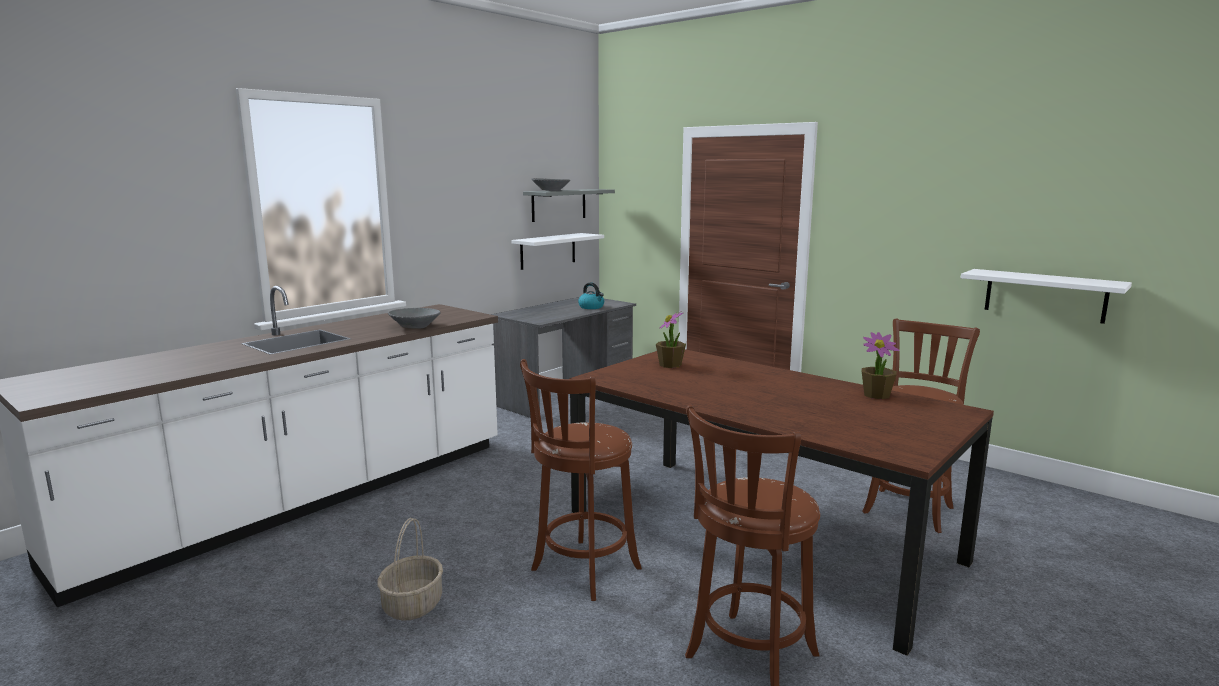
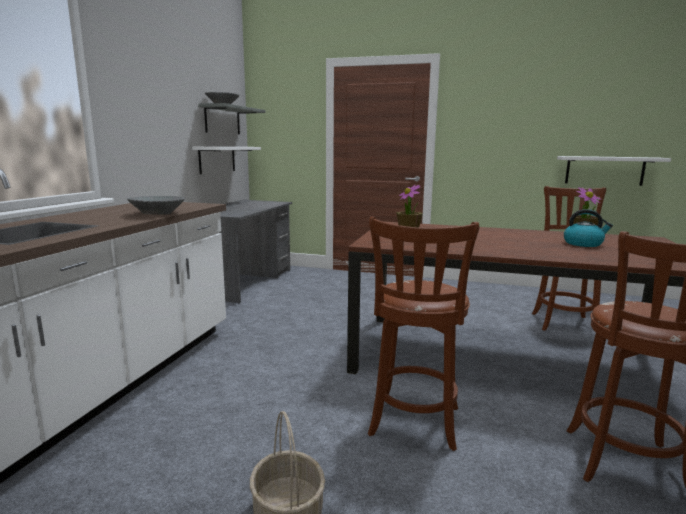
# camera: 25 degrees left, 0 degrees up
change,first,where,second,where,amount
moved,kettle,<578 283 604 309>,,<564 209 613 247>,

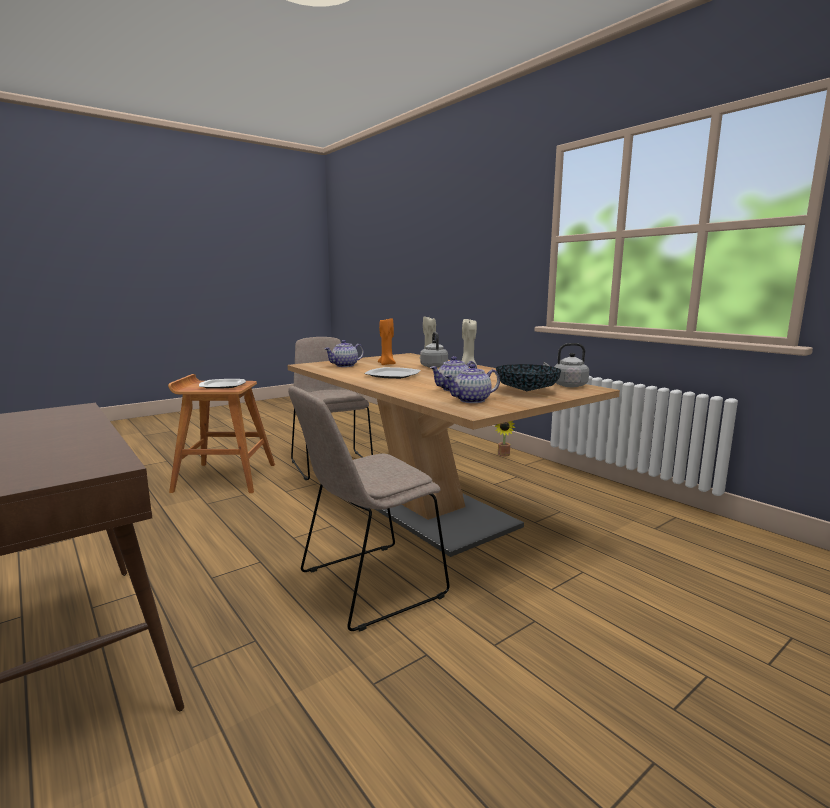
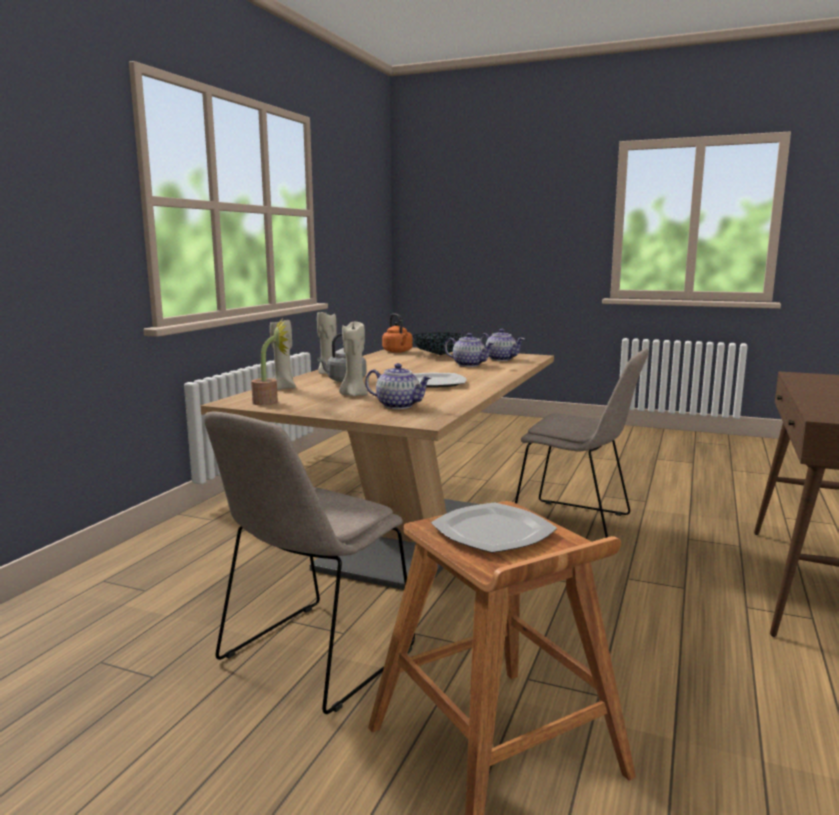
# camera: 120 degrees left, 0 degrees up
change,first,where,second,where,amount
moved,potted plant,<494 421 515 456>,,<251 320 288 405>,
recoloured,orange candle,<378 318 396 365>,beige candle,<339 322 368 396>,
recoloured,grey kettle,<543 343 589 387>,orange kettle,<382 313 413 353>,

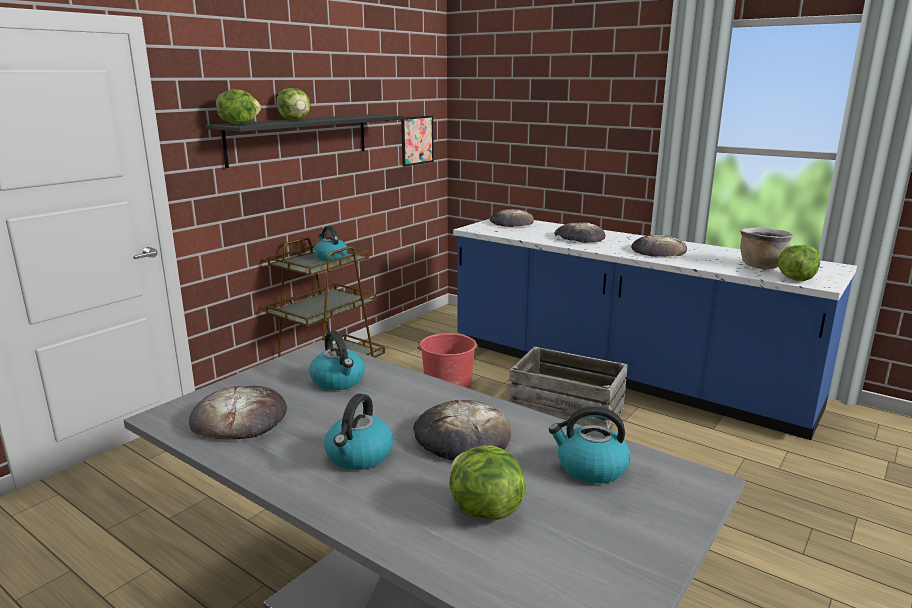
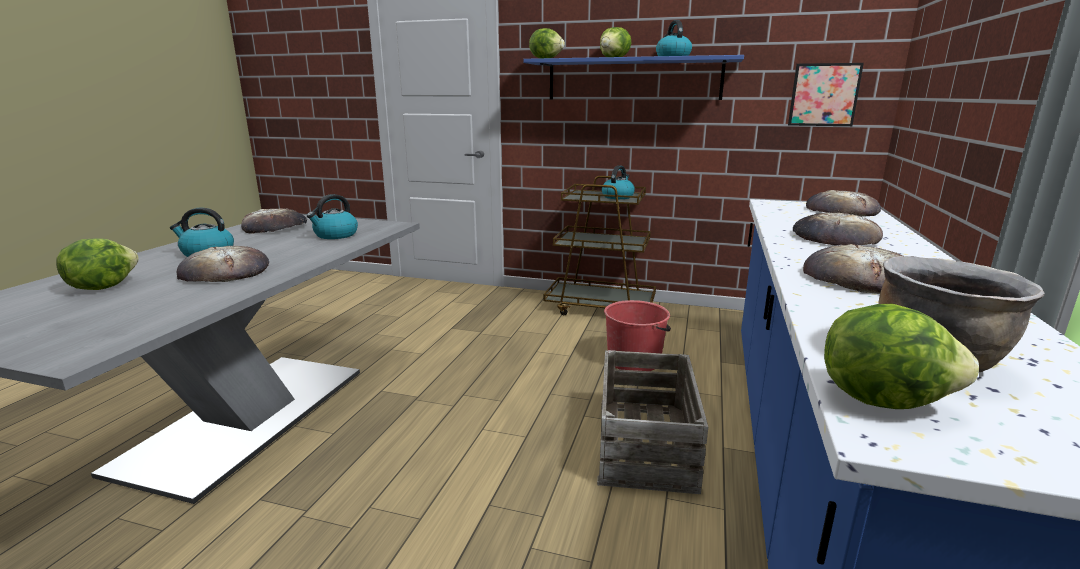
# camera: 70 degrees right, 0 degrees up
change,first,where,second,where,amount
moved,kettle,<549 406 630 484>,,<656 20 692 56>,
recoloured,black shelf,<206 114 404 168>,blue shelf,<523 55 744 100>,

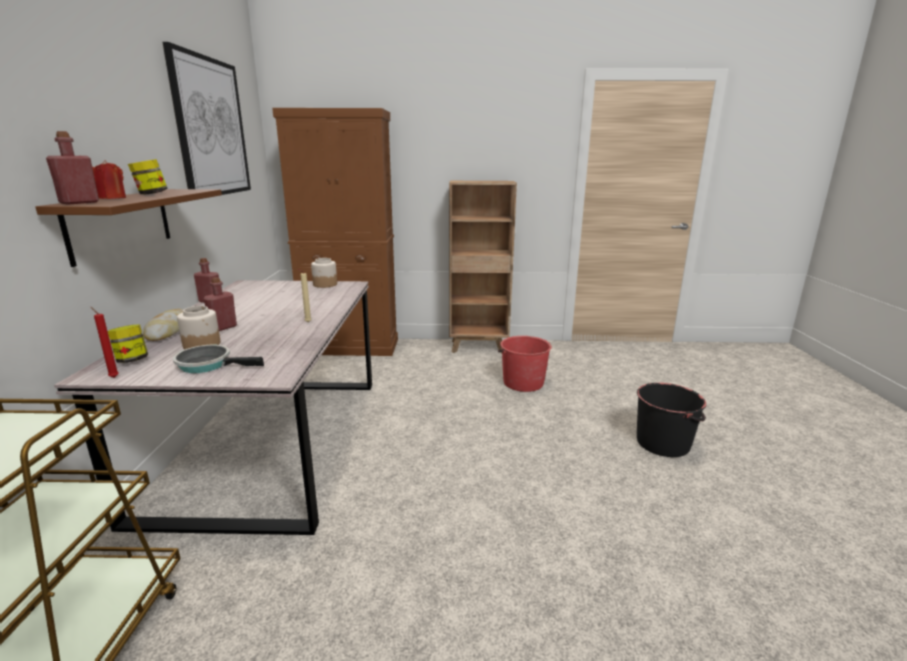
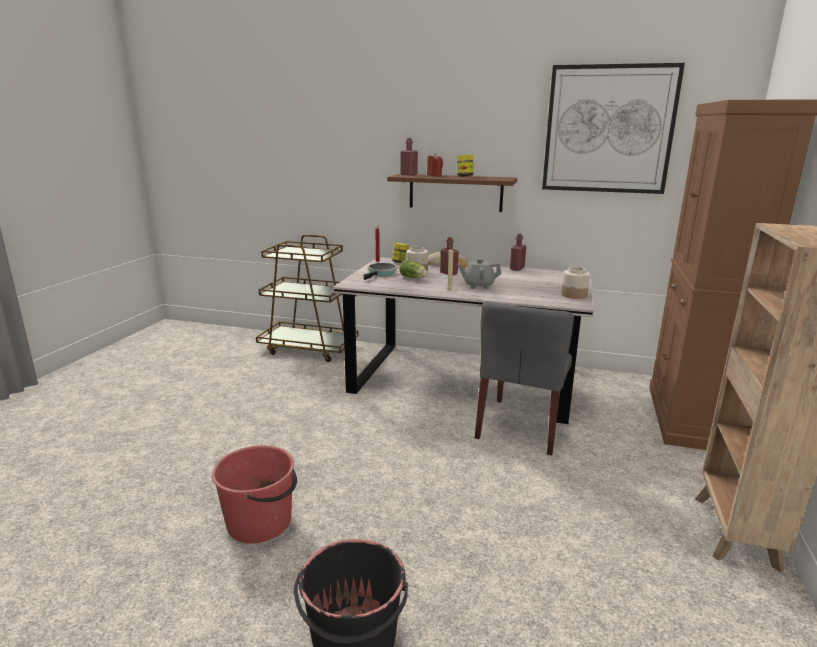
# camera: 105 degrees right, 0 degrees up
change,first,where,second,where,amount
added,,,lettuce,<399 260 427 278>,
added,,,grey teapot,<458 259 501 289>,
added,,,grey chair,<475 301 574 456>,
moved,red bucket,<498 336 552 392>,,<212 445 297 544>,

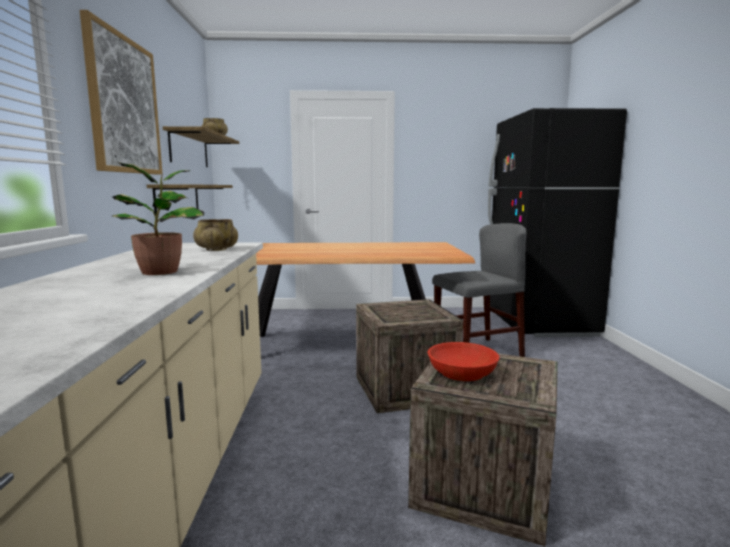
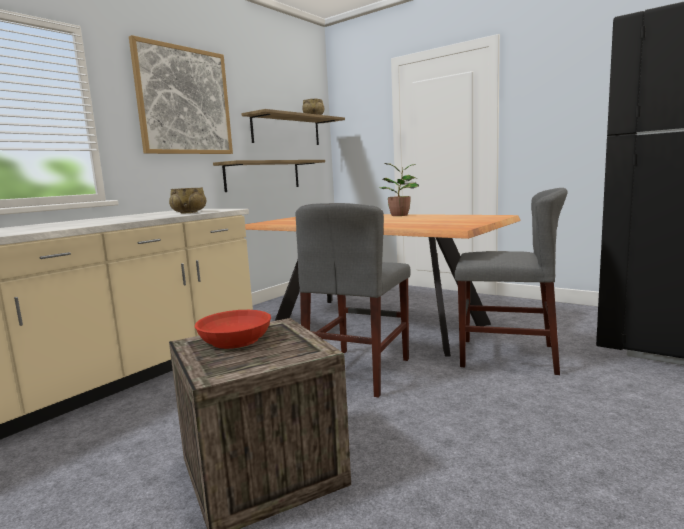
# camera: 40 degrees right, 0 degrees up
change,first,where,second,where,amount
moved,potted plant,<112 162 204 275>,,<379 163 419 216>,
replaced,crate,<356 299 463 413>,grey chair,<296 203 411 398>,

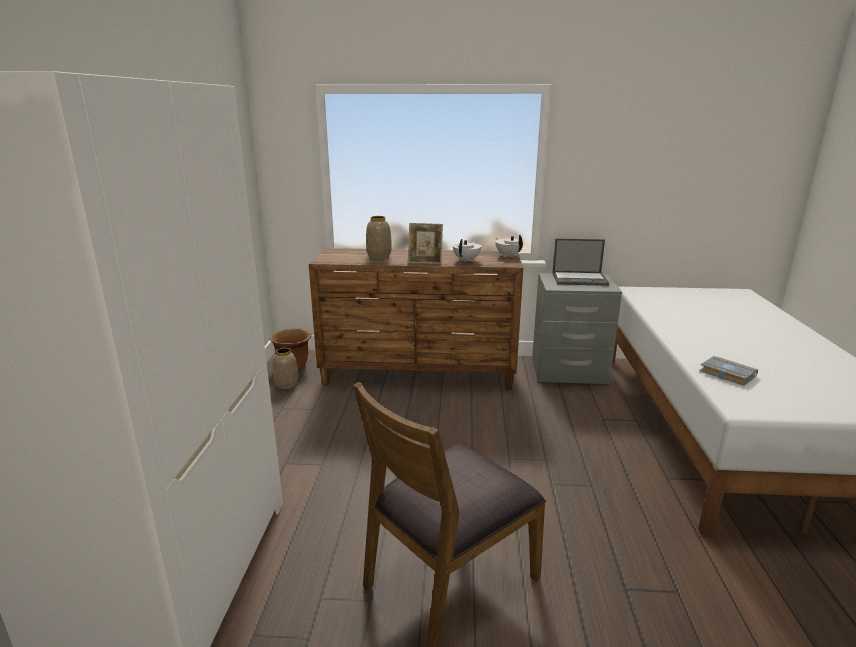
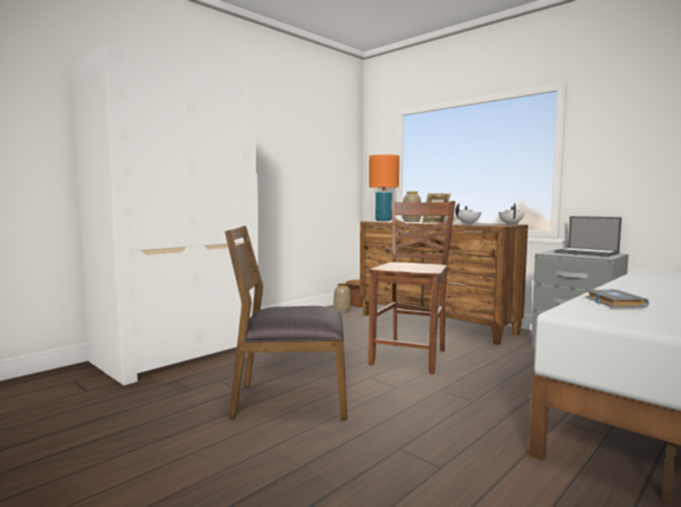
# camera: 40 degrees right, 15 degrees down
change,first,where,second,where,amount
added,,,brown chair,<368 201 455 374>,
added,,,orange table lamp,<369 155 399 221>,

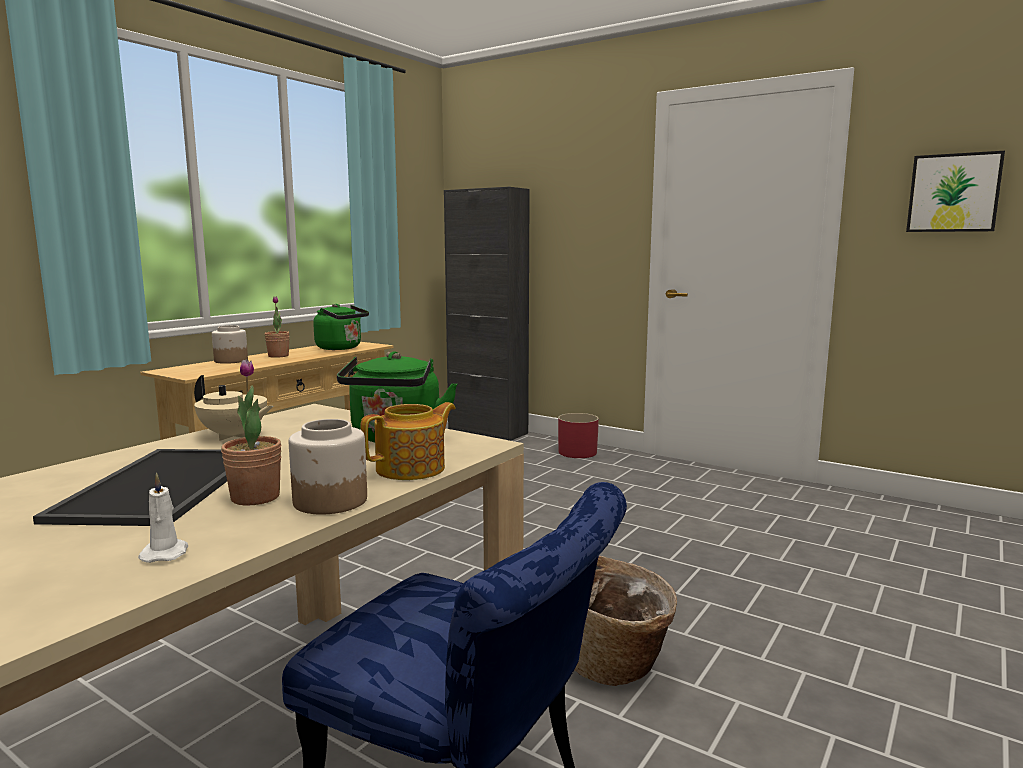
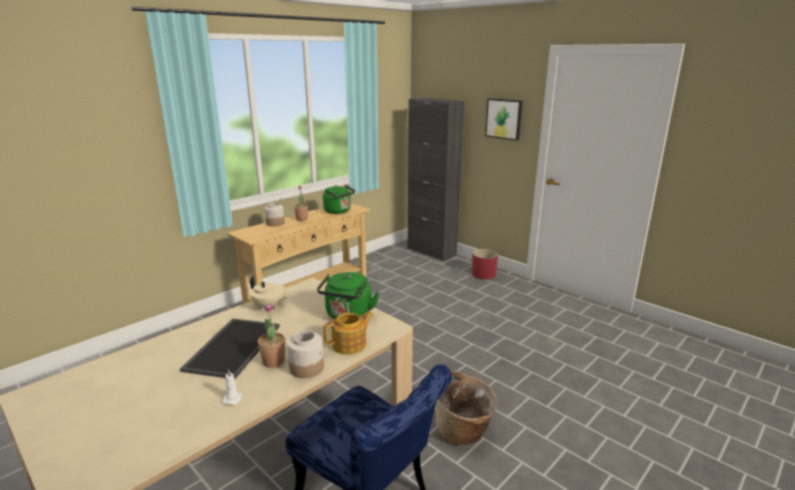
# camera: 10 degrees right, 10 degrees up
change,first,where,second,where,amount
moved,picture,<906 151 1005 232>,,<485 98 523 141>,

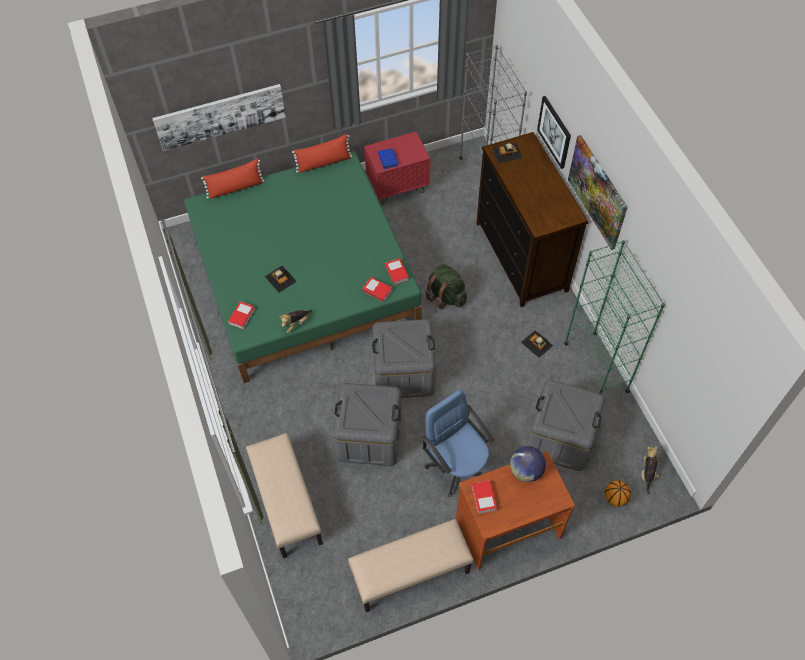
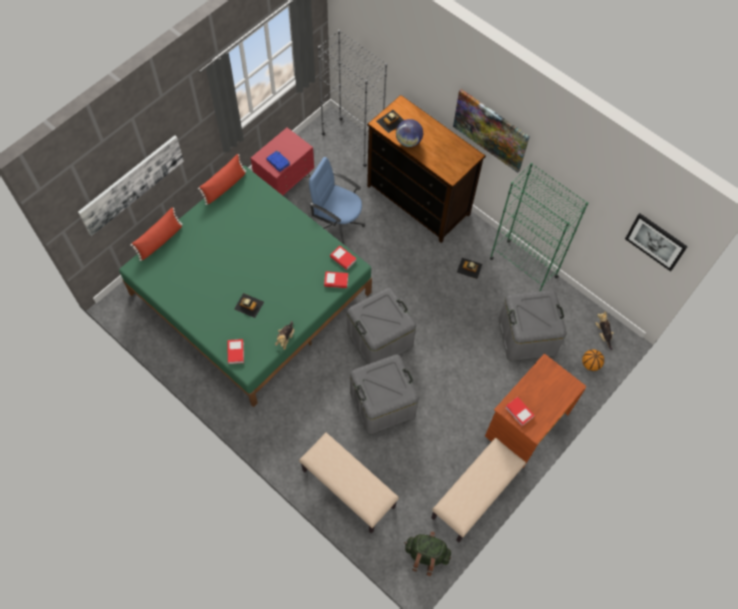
# camera: 30 degrees left, 5 degrees up
change,first,where,second,where,amount
moved,blue office chair,<421 390 495 497>,,<309 157 365 244>,
moved,green backpack,<425 264 467 309>,,<404 531 451 576>,
moved,globe,<510 446 546 482>,,<396 119 423 147>,
moved,picture,<537 96 571 169>,,<625 213 688 272>,

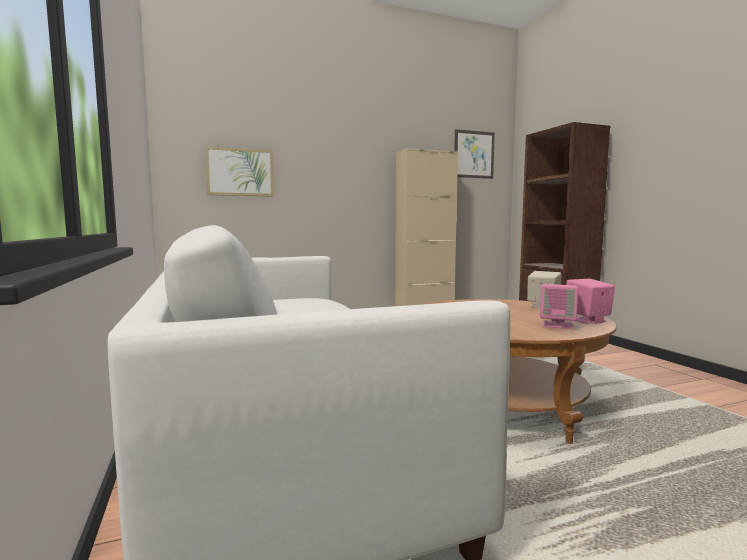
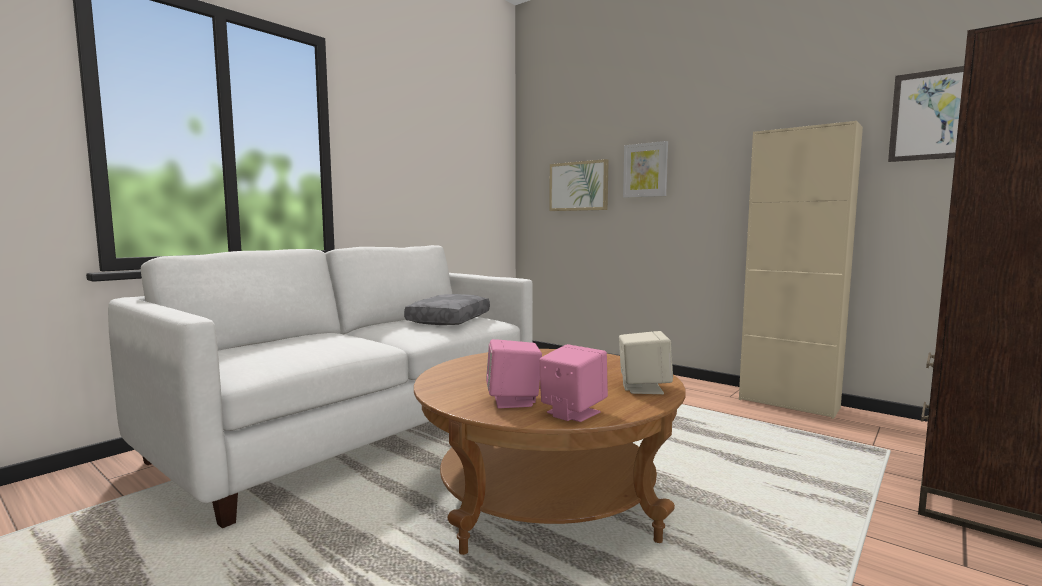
# camera: 60 degrees right, 0 degrees up
change,first,where,second,where,amount
added,,,grey pillow,<404 294 490 325>,
added,,,picture,<623 141 668 198>,

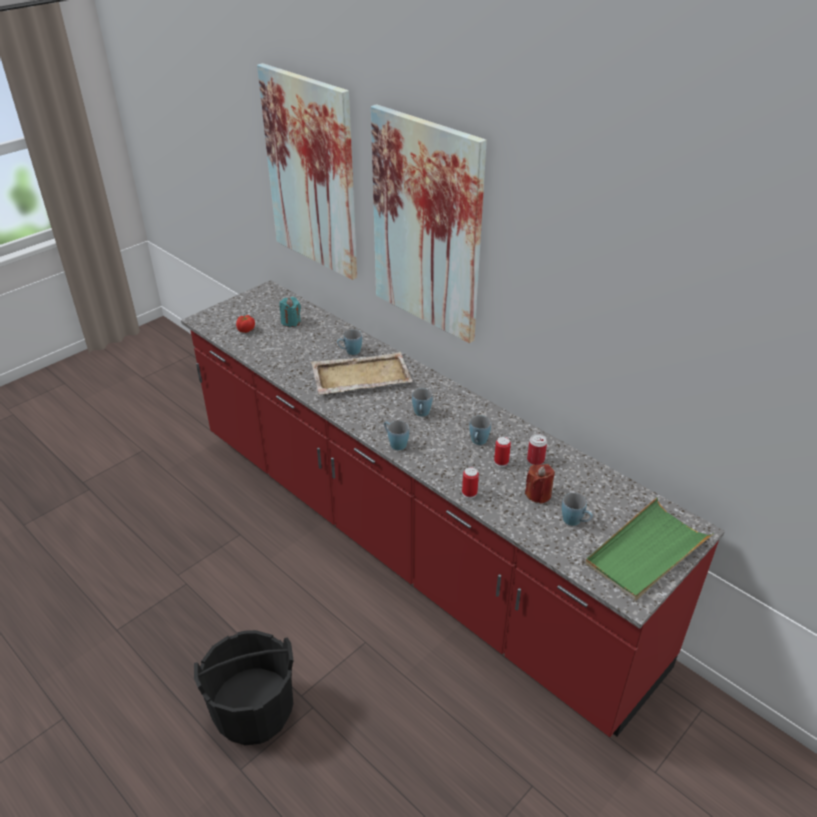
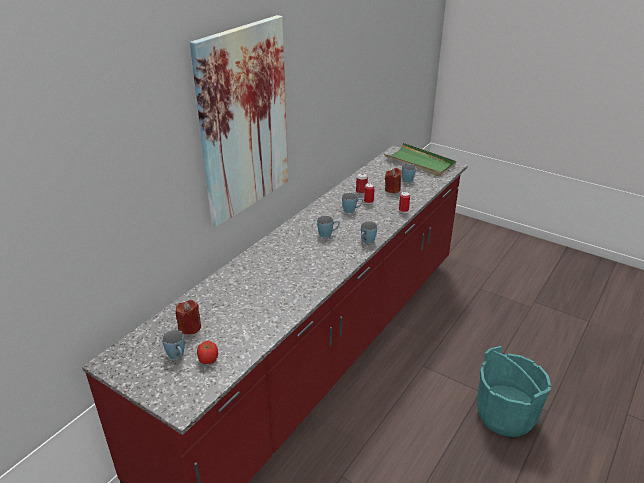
# camera: 100 degrees left, 5 degrees down
change,first,where,second,where,amount
removed,picture,<257 63 357 280>,,,
removed,beige tray,<311 352 413 395>,,,
moved,blue mug,<337 329 362 355>,,<162 330 185 359>,
recoloured,black bucket,<194 630 294 745>,turquoise bucket,<477 346 551 437>,
recoloured,turquoise candle,<280 297 301 327>,red candle,<175 300 201 335>,

